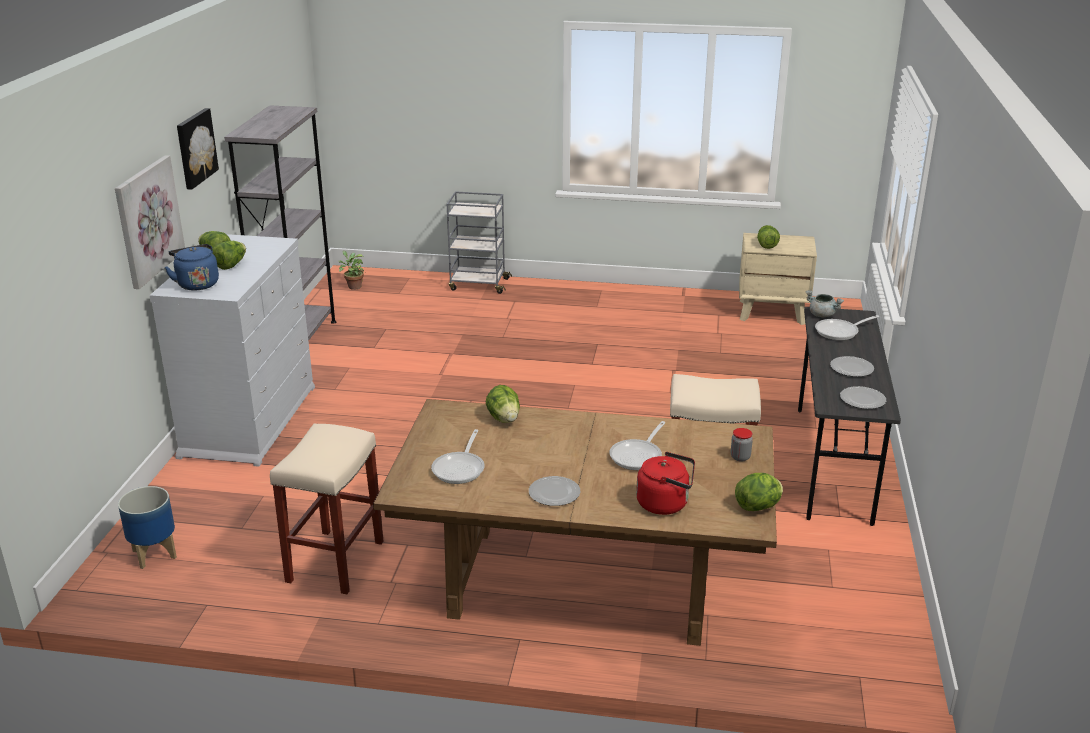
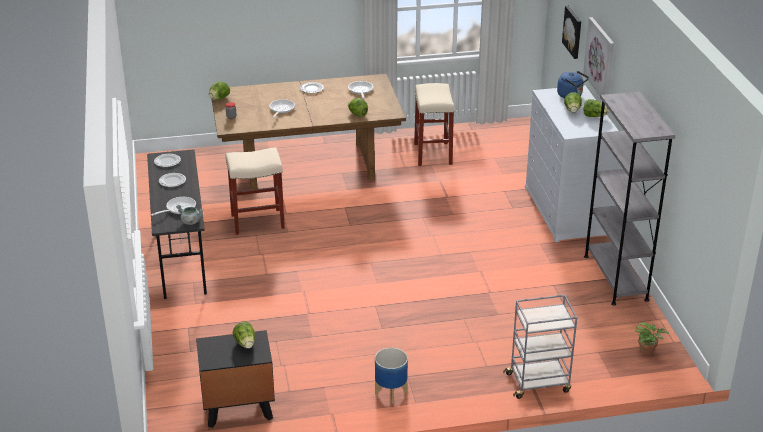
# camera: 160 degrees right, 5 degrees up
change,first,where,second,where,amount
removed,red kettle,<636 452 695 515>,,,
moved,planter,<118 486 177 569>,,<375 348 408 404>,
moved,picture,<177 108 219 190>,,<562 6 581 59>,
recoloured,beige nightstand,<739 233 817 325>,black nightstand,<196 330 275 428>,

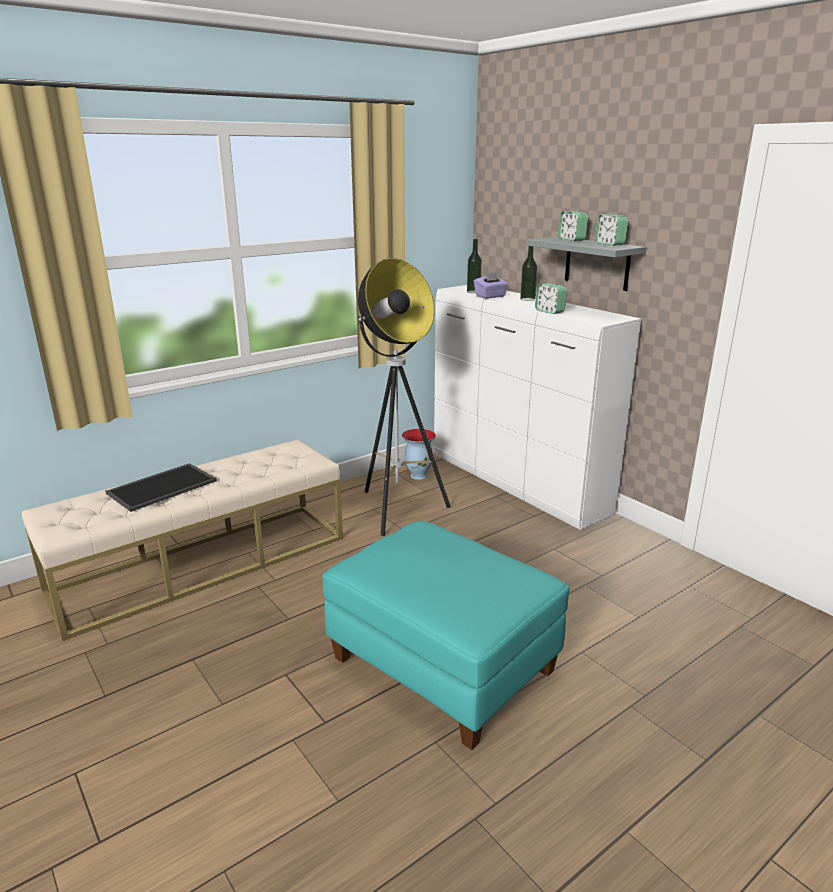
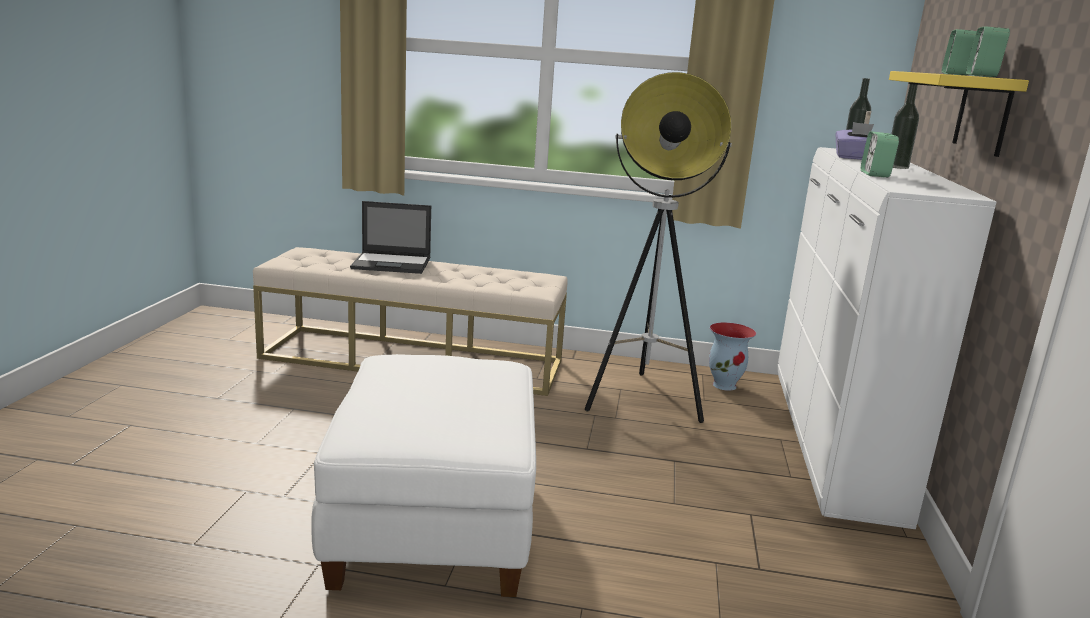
# camera: 45 degrees right, 5 degrees down
change,first,where,second,where,amount
replaced,tray,<105 463 217 512>,laptop,<350 201 431 274>,
recoloured,turquoise ottoman,<323 521 570 750>,white ottoman,<311 354 536 597>,
recoloured,grey shelf,<527 237 647 291>,yellow shelf,<889 71 1029 157>,

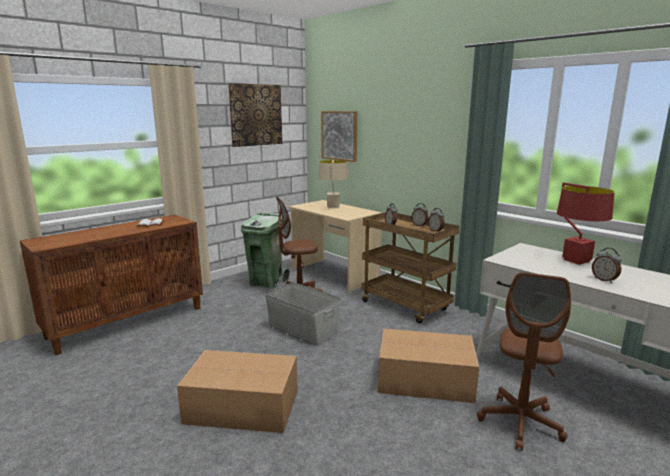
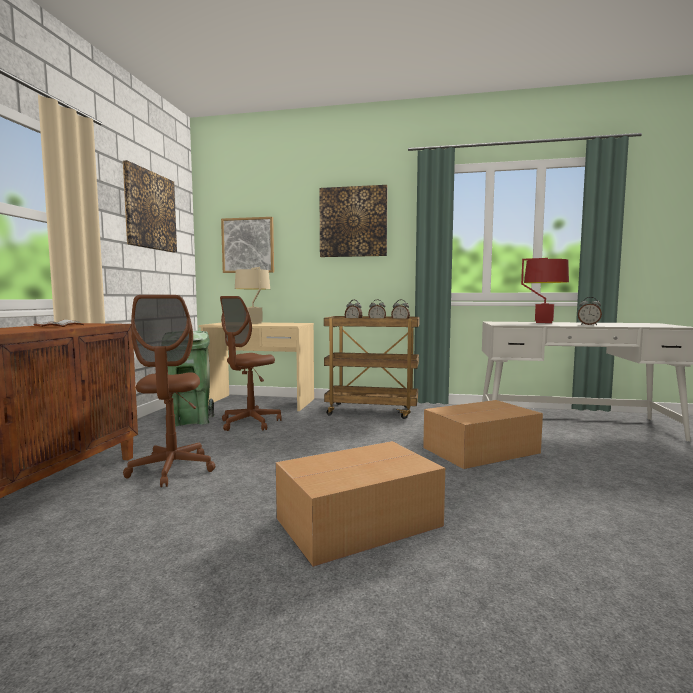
# camera: 35 degrees left, 10 degrees down
change,first,where,second,where,amount
removed,grey storage box,<265 282 341 346>,,,
added,,,picture,<319 185 388 257>,
moved,brown office chair,<477 272 571 451>,,<123 295 215 487>,

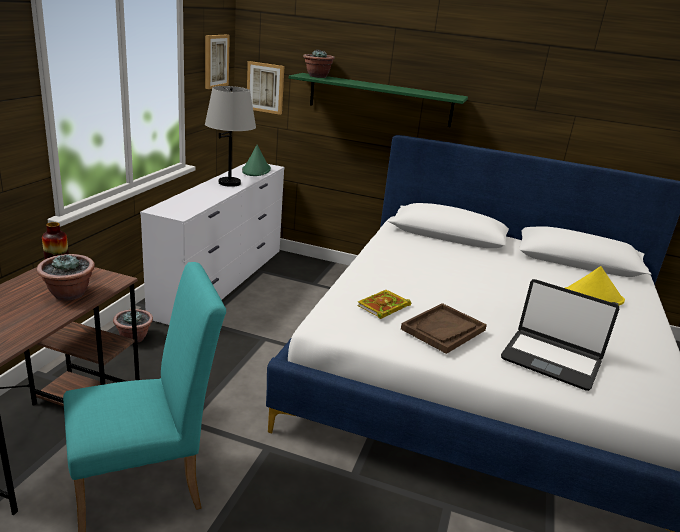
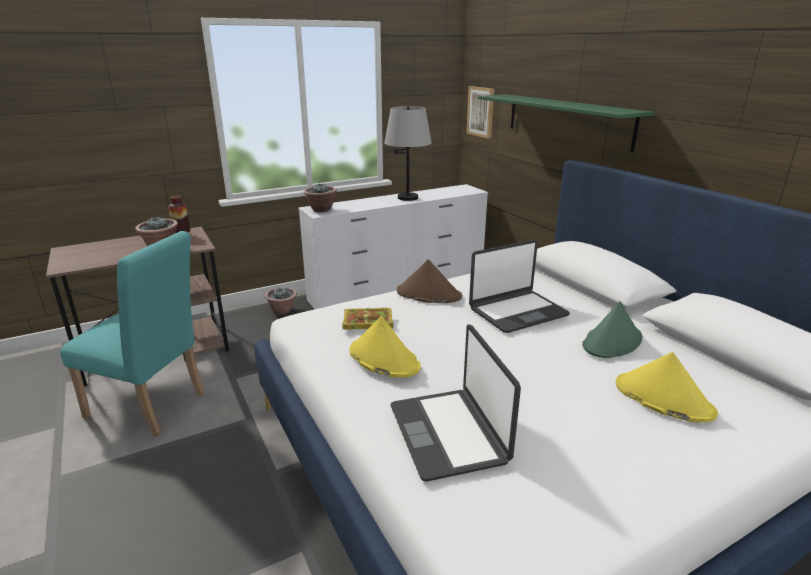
# camera: 45 degrees right, 0 degrees up
change,first,where,second,where,amount
removed,picture,<205 35 230 89>,,,
added,,,brown hat,<397 259 462 303>,
added,,,laptop,<469 240 570 333>,
moved,green hat,<242 145 271 176>,,<582 301 642 358>,
moved,potted plant,<303 49 335 78>,,<304 183 337 212>,
replaced,brown tray,<401 303 487 354>,yellow hat,<349 316 421 378>,

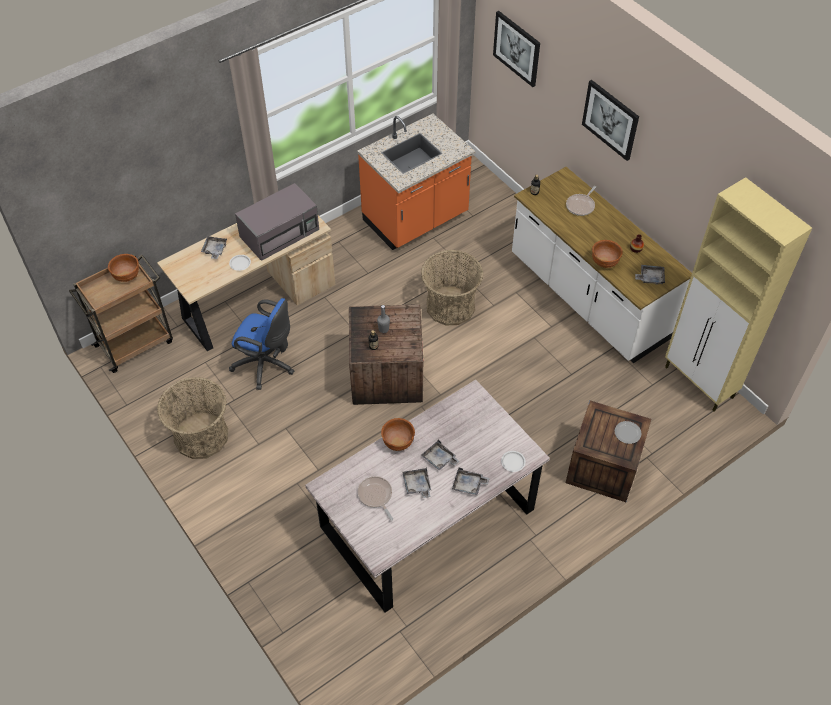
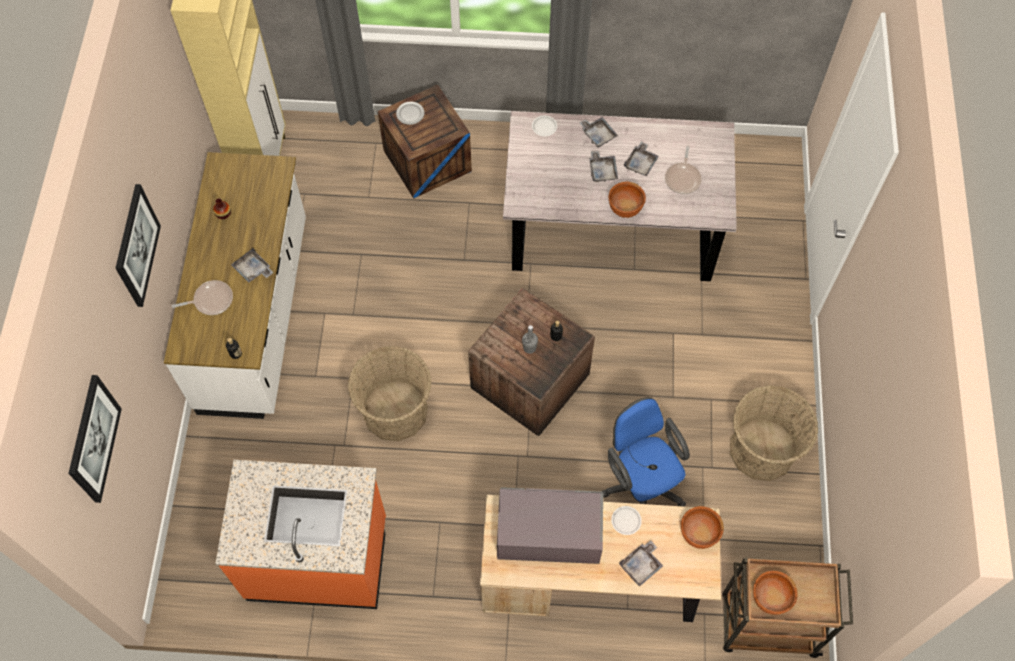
# camera: 140 degrees left, 10 degrees up
change,first,where,second,where,amount
moved,brown bowl,<592 240 623 268>,,<681 506 724 549>,
moved,grey tray,<635 265 665 285>,,<231 247 273 283>,

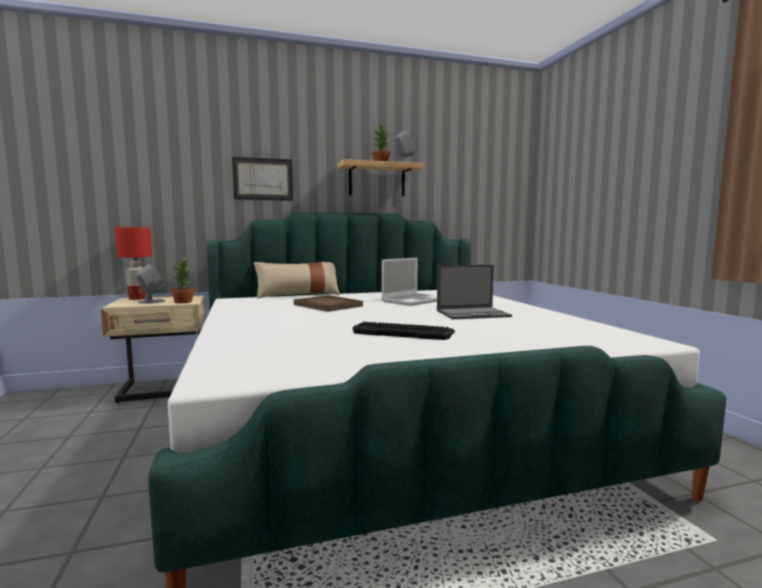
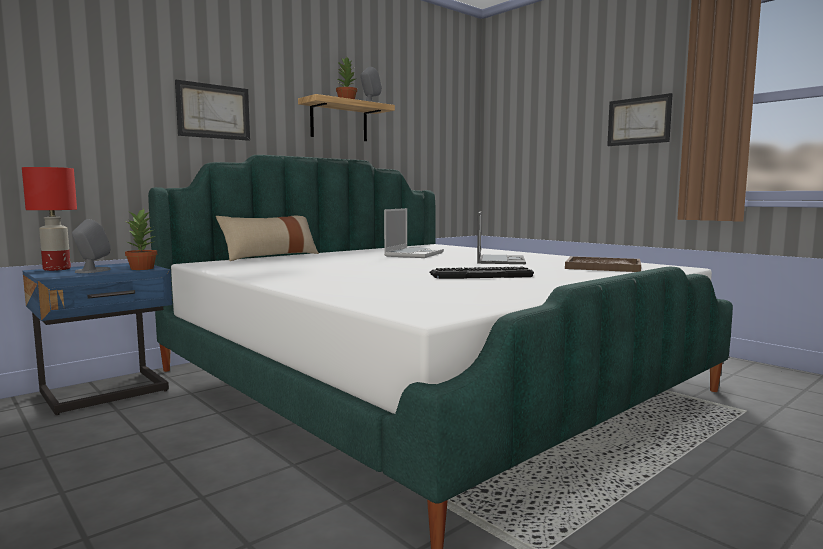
# camera: 25 degrees left, 0 degrees up
change,first,where,second,where,amount
added,,,picture,<607 93 673 146>,
moved,brown tray,<294 295 363 312>,,<565 256 641 272>,
recoloured,beige nightstand,<101 295 206 403>,blue nightstand,<23 263 172 415>,
turned,laptop,<437 265 512 319>,,<477 211 526 264>,45 degrees counterclockwise

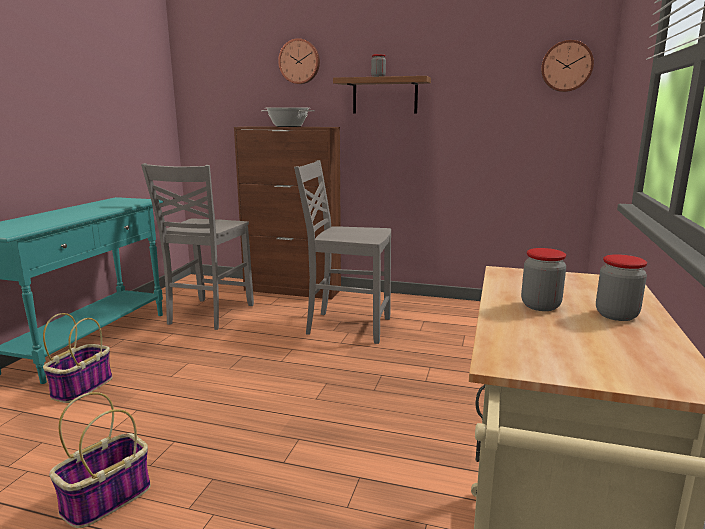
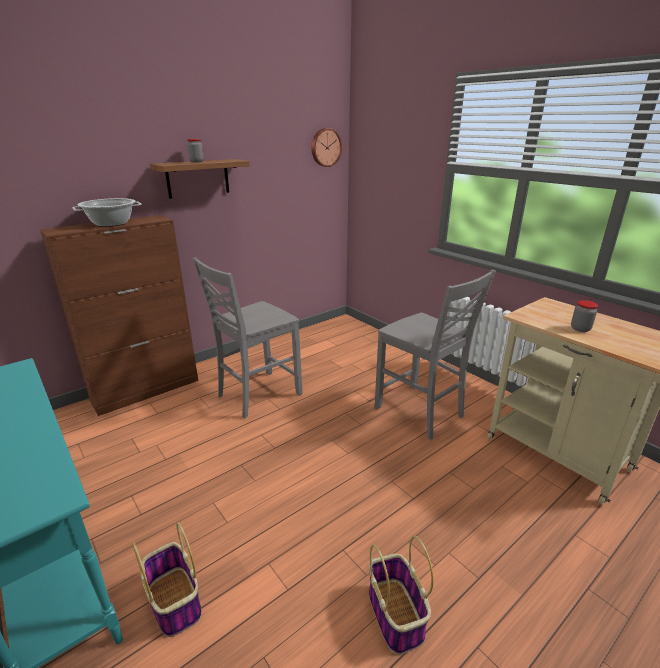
# camera: 55 degrees left, 10 degrees up
change,first,where,second,where,amount
removed,wall clock,<278 38 320 84>,,,
removed,jar,<596 254 647 321>,,,
moved,grey chair,<141 163 254 330>,,<375 270 496 439>,

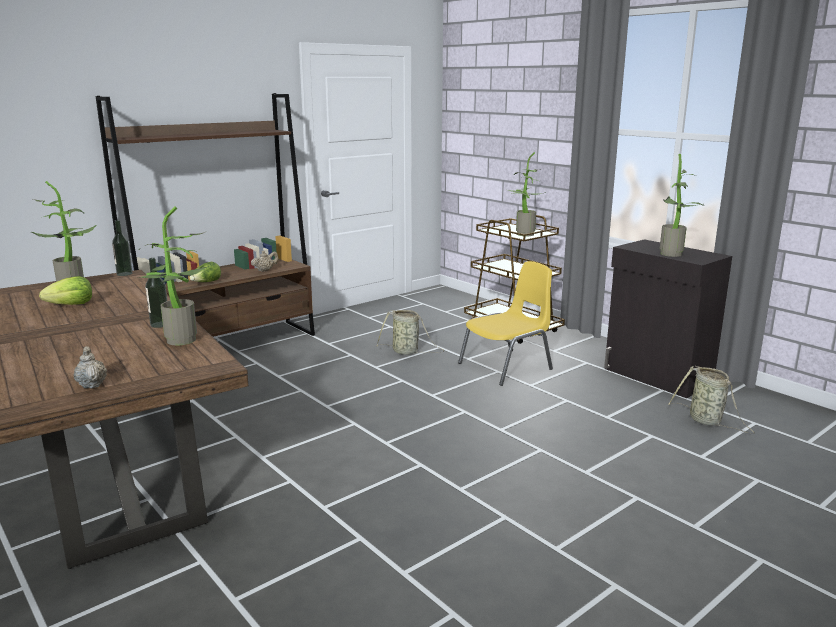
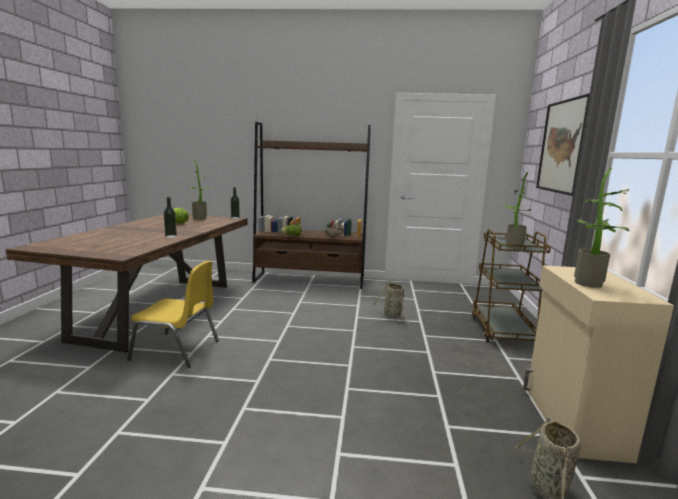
# camera: 45 degrees right, 5 degrees down
change,first,where,second,where,amount
removed,beige teapot,<74 346 107 389>,,,
removed,potted plant,<139 207 210 345>,,,
added,,,picture,<536 93 590 196>,
moved,yellow chair,<458 261 553 386>,,<127 261 219 368>,
recoloured,black cabinet,<604 239 732 398>,beige cabinet,<523 265 674 463>,

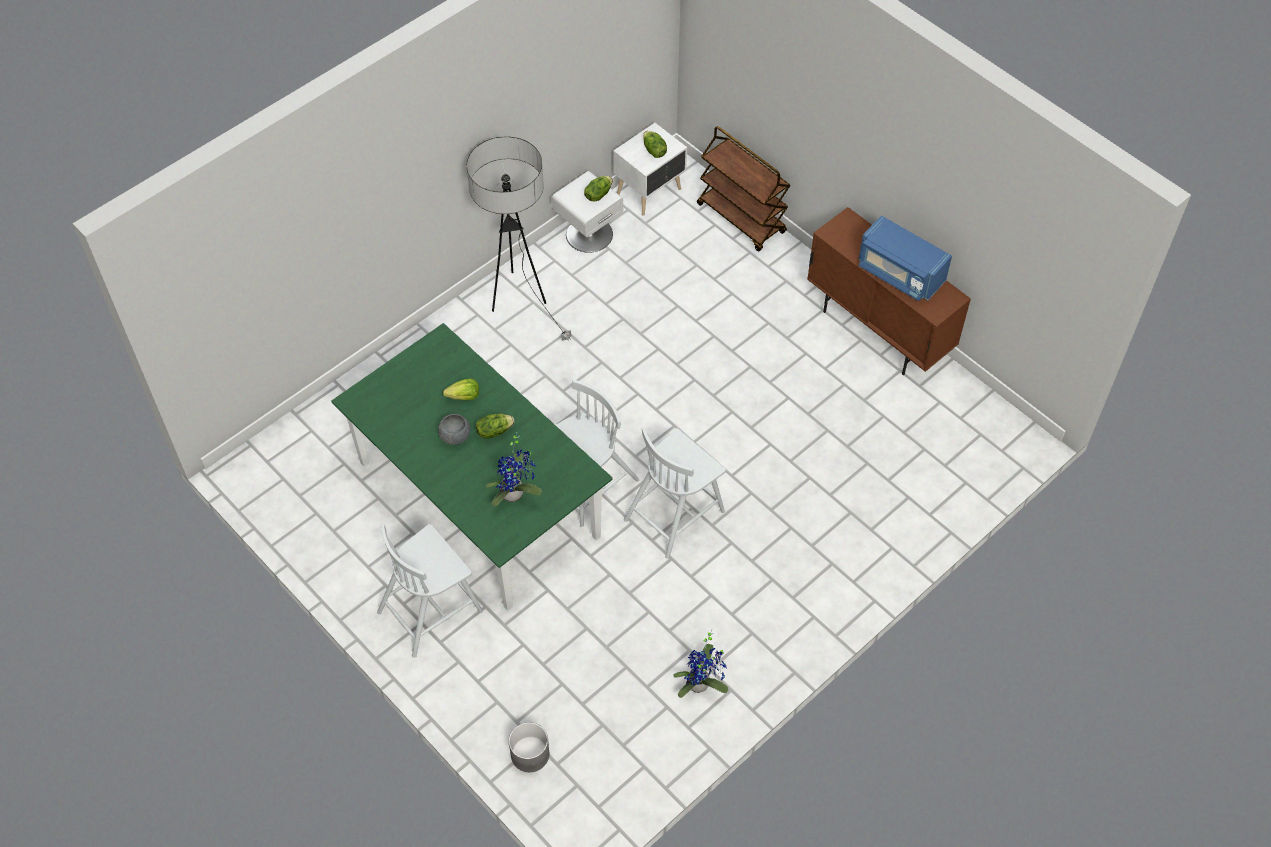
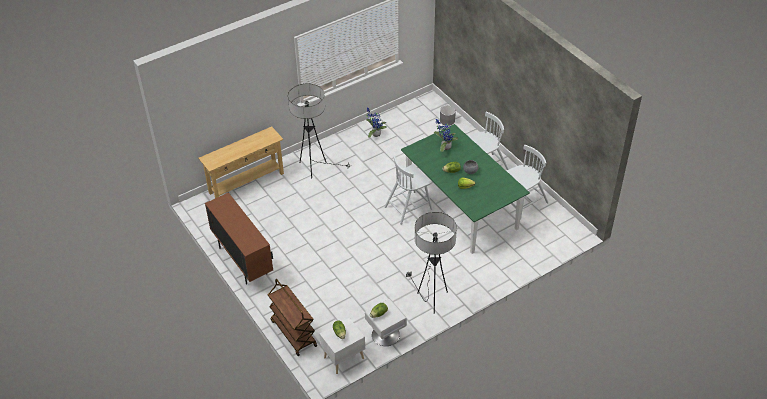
# camera: 170 degrees left, 10 degrees down
change,first,where,second,where,amount
removed,blue microwave,<859 215 952 301>,,,
added,,,beige console table,<198 127 284 198>,
added,,,floor lamp,<288 83 352 179>,
moved,white chair,<624 427 726 559>,,<506 145 549 219>,

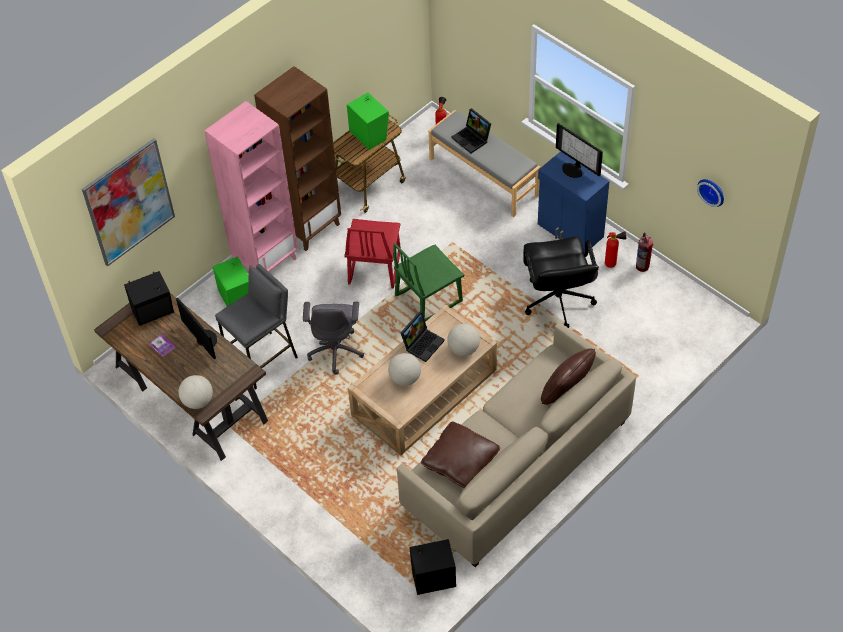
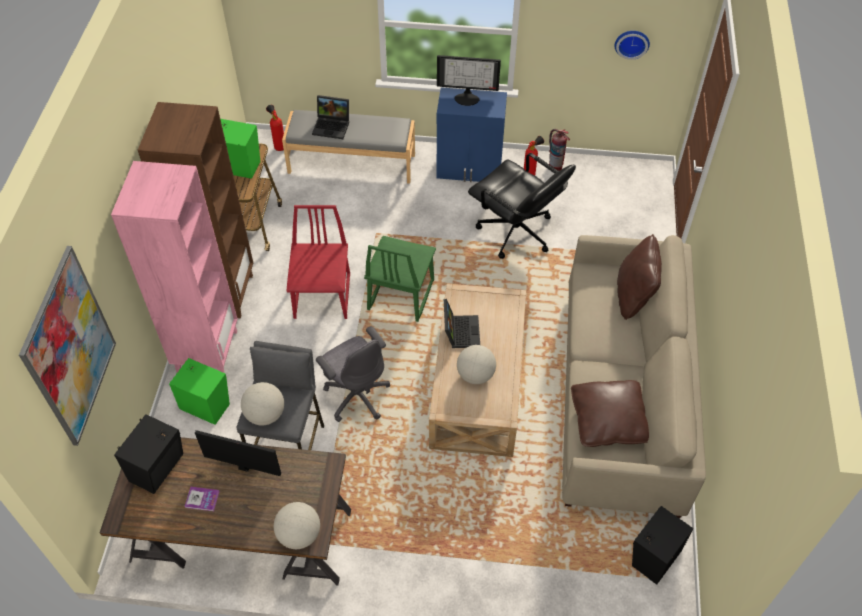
# camera: 40 degrees left, 0 degrees up
change,first,where,second,where,amount
moved,globe,<447 324 480 356>,,<241 382 284 425>,
turned,red chair,<344 219 401 288>,,<287 205 350 319>,150 degrees counterclockwise

